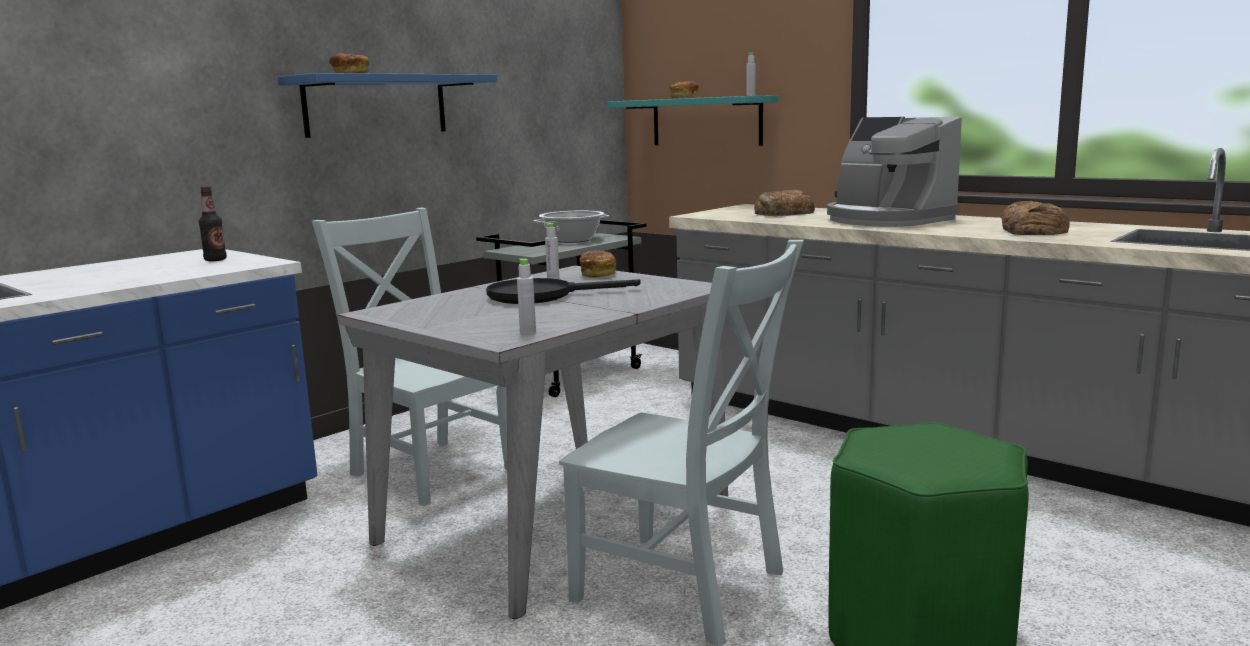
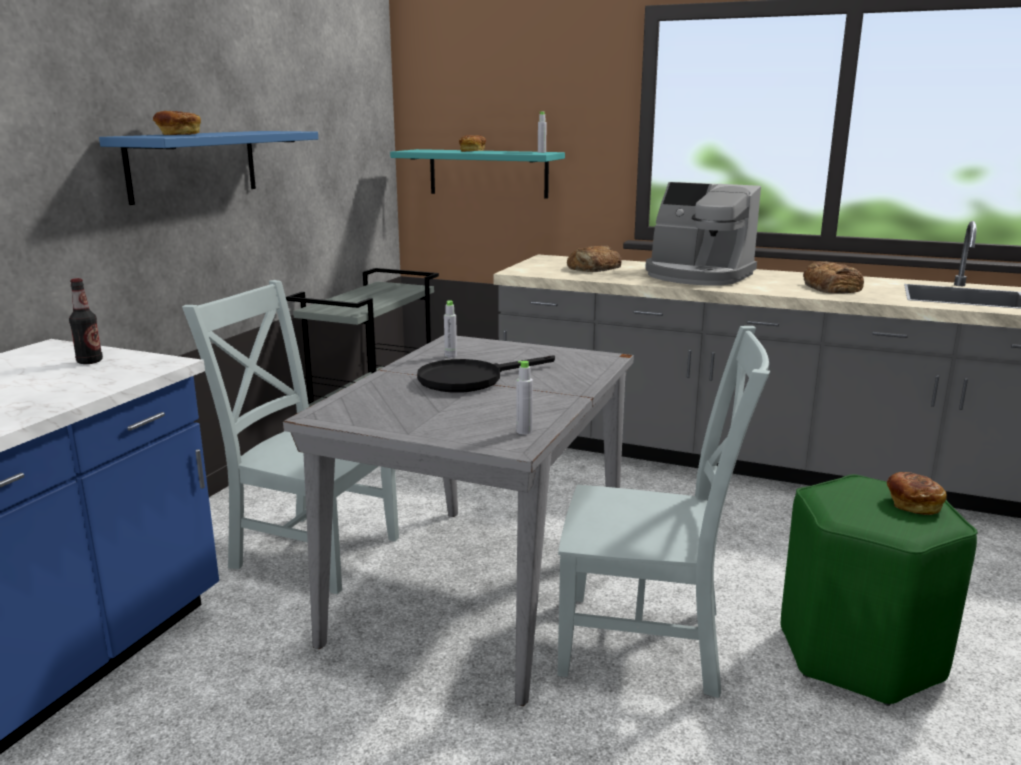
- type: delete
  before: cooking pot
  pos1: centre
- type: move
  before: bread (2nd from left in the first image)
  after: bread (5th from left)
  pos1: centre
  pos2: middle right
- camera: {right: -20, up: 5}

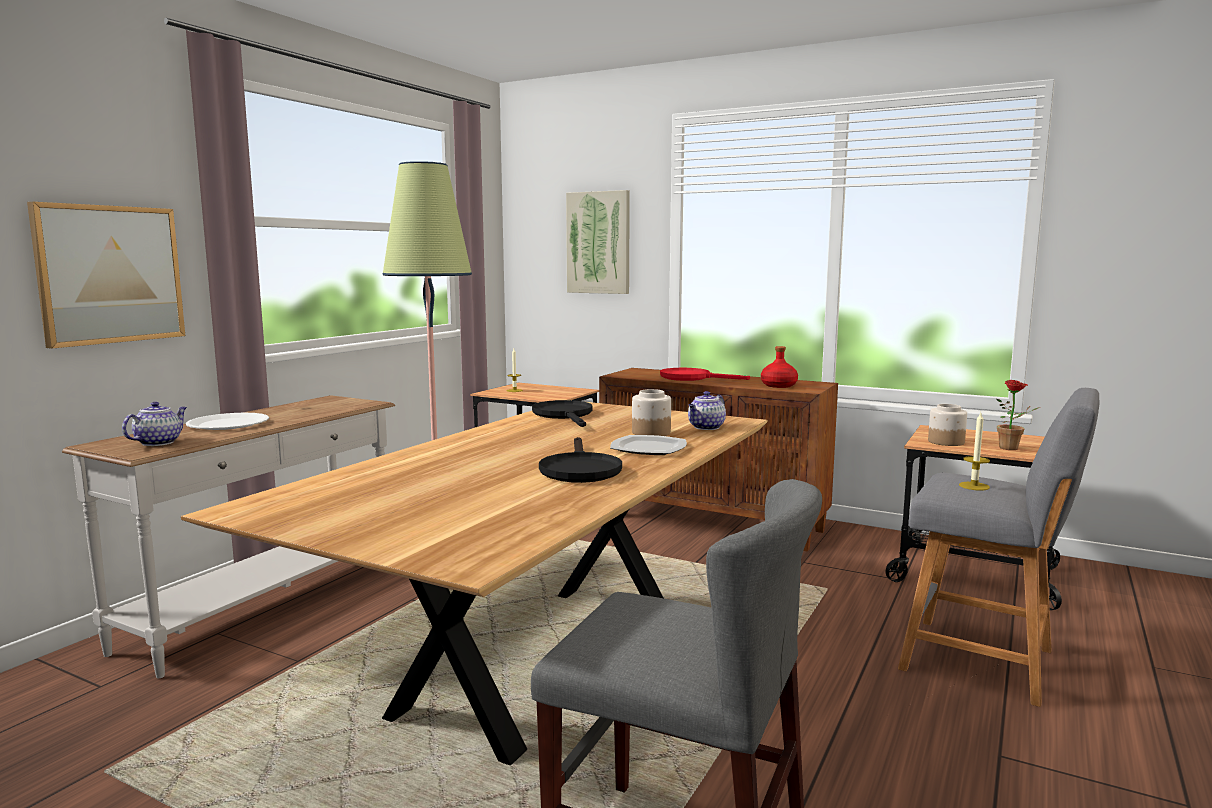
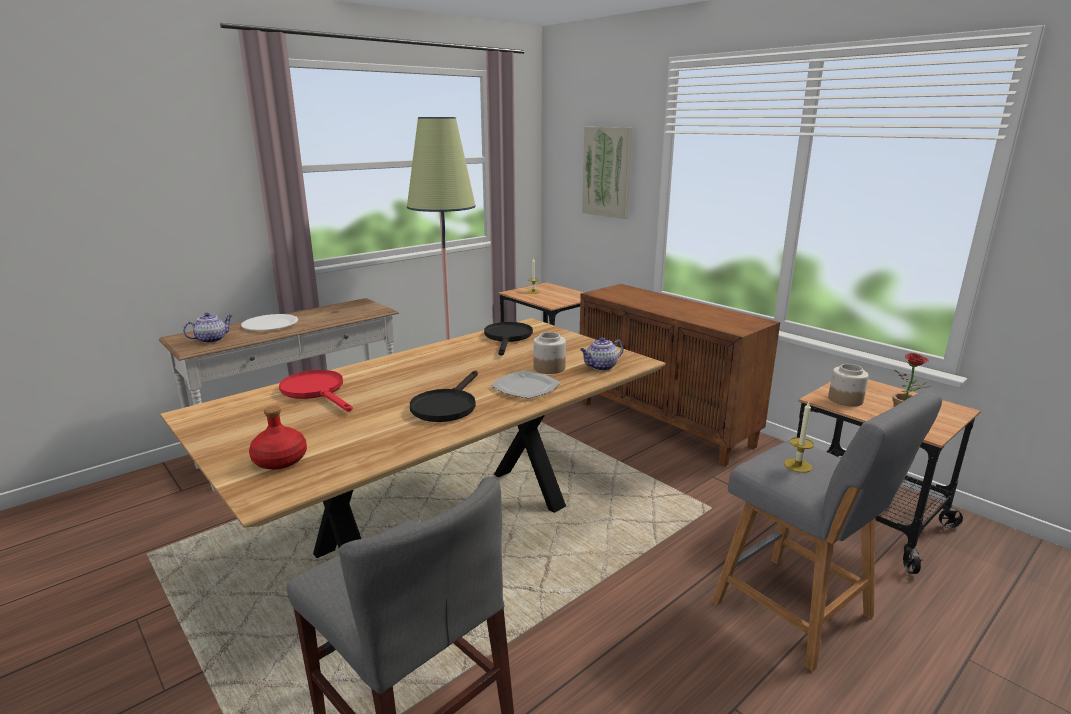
- type: delete
  before: picture (1st from left)
  pos1: middle left
- type: move
  before: red frying pan
  pos1: centre
  pos2: middle left
- type: move
  before: red bottle
  pos1: centre
  pos2: middle left
- camera: {right: 20, up: 10}

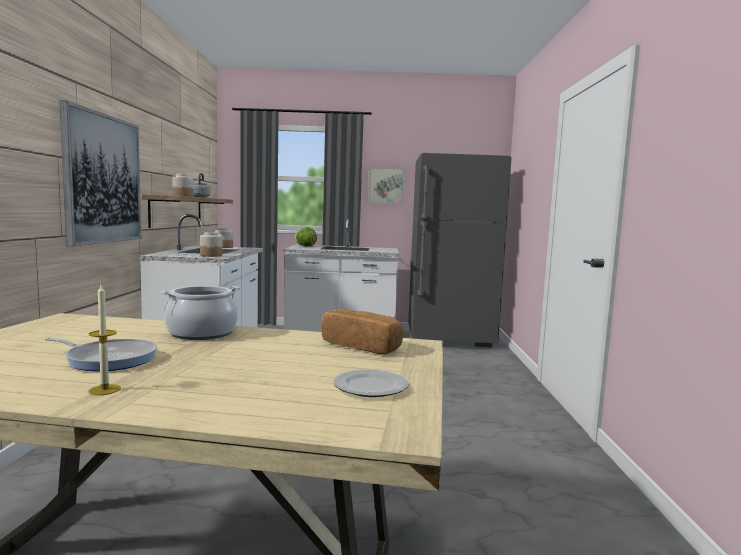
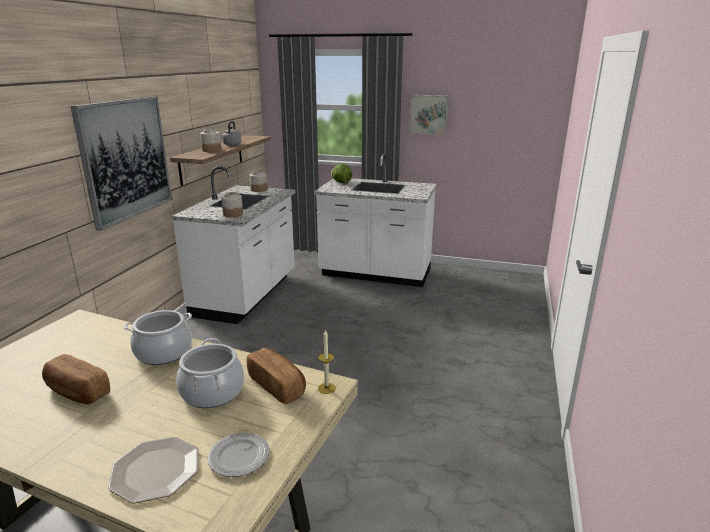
- type: replace
  before: frying pan
  after: bread (1st from left)
  pos1: middle left
  pos2: bottom left
- type: move
  before: candle
  pos1: middle left
  pos2: bottom centre
- type: delete
  before: grey fridge
  pos1: centre
- type: insert
  after: plate (1st from left)
  pos2: bottom left
- type: insert
  after: cooking pot (2nd from left)
  pos2: bottom left
- camera: {right: 15, up: 15}

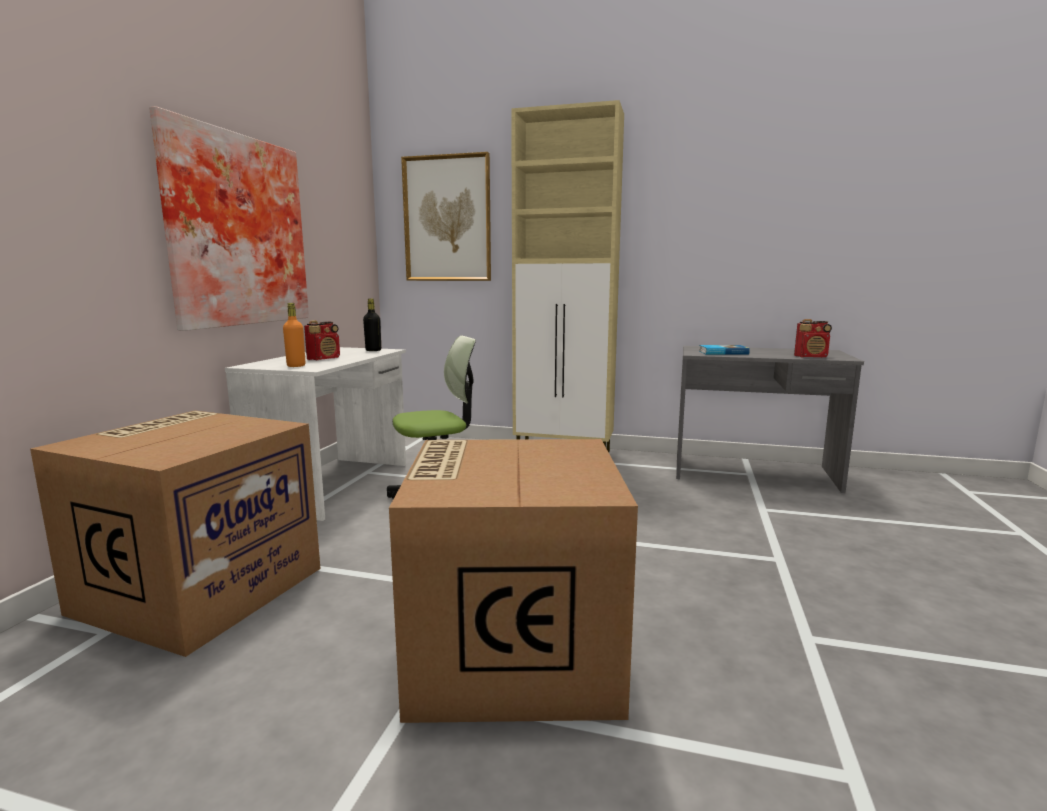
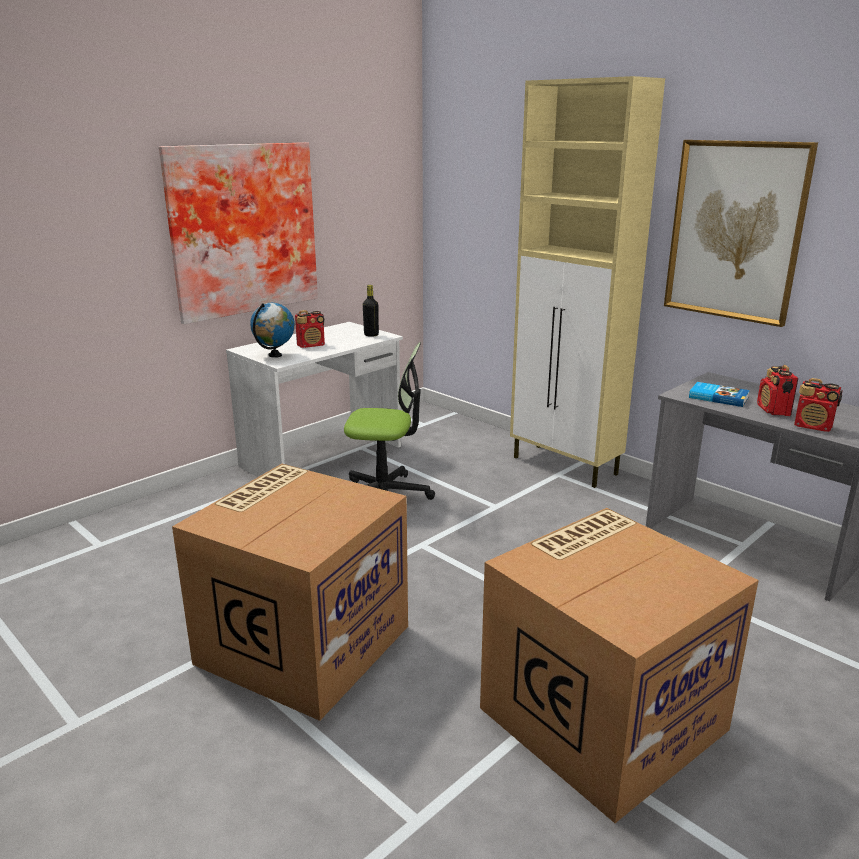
- type: move
  before: cardboard box (1st from left in the first image)
  after: cardboard box (2nd from left)
  pos1: middle left
  pos2: bottom right
- type: replace
  before: orange bottle
  after: globe
  pos1: middle left
  pos2: middle left
- type: move
  before: picture (2nd from left)
  pos1: top centre
  pos2: top right
- type: insert
  after: radio (2nd from left)
  pos2: middle right
- camera: {right: 30, up: 10}

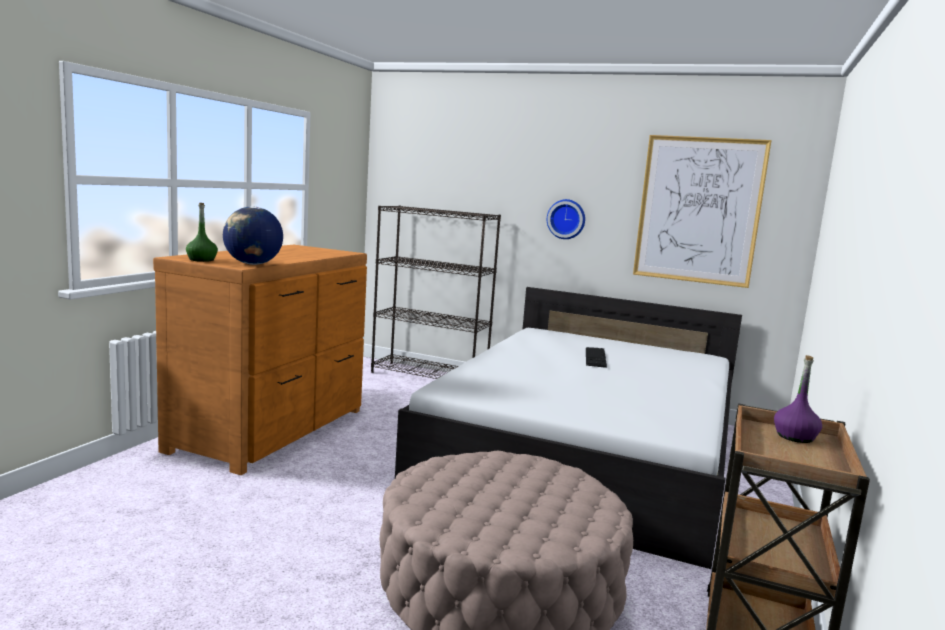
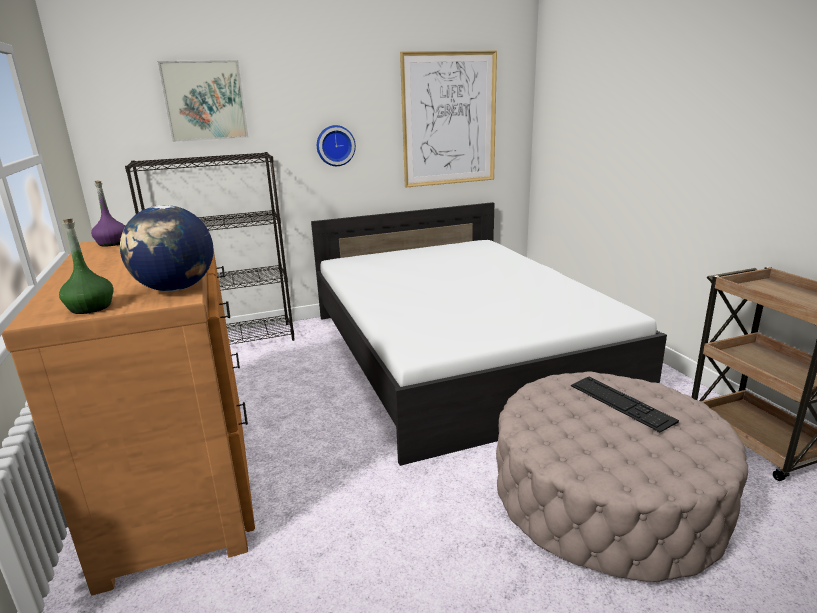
- type: move
  before: keyboard
  pos1: centre
  pos2: middle right
- type: move
  before: purple bottle
  pos1: middle right
  pos2: middle left
- type: insert
  after: picture (1st from left)
  pos2: top left
- camera: {right: -40, up: 10}

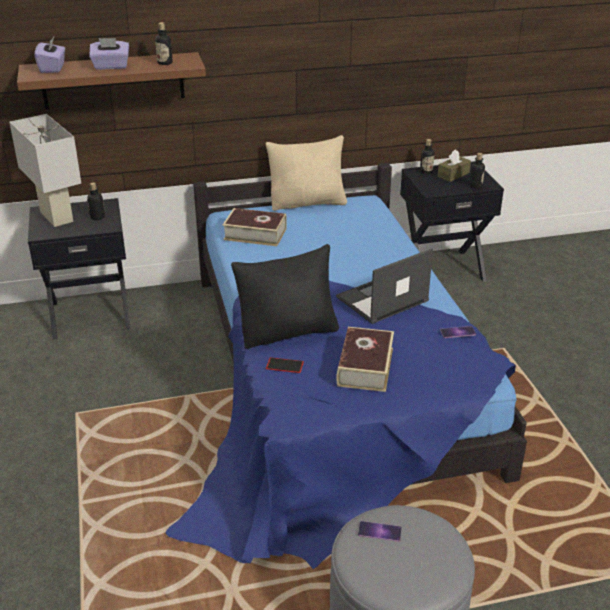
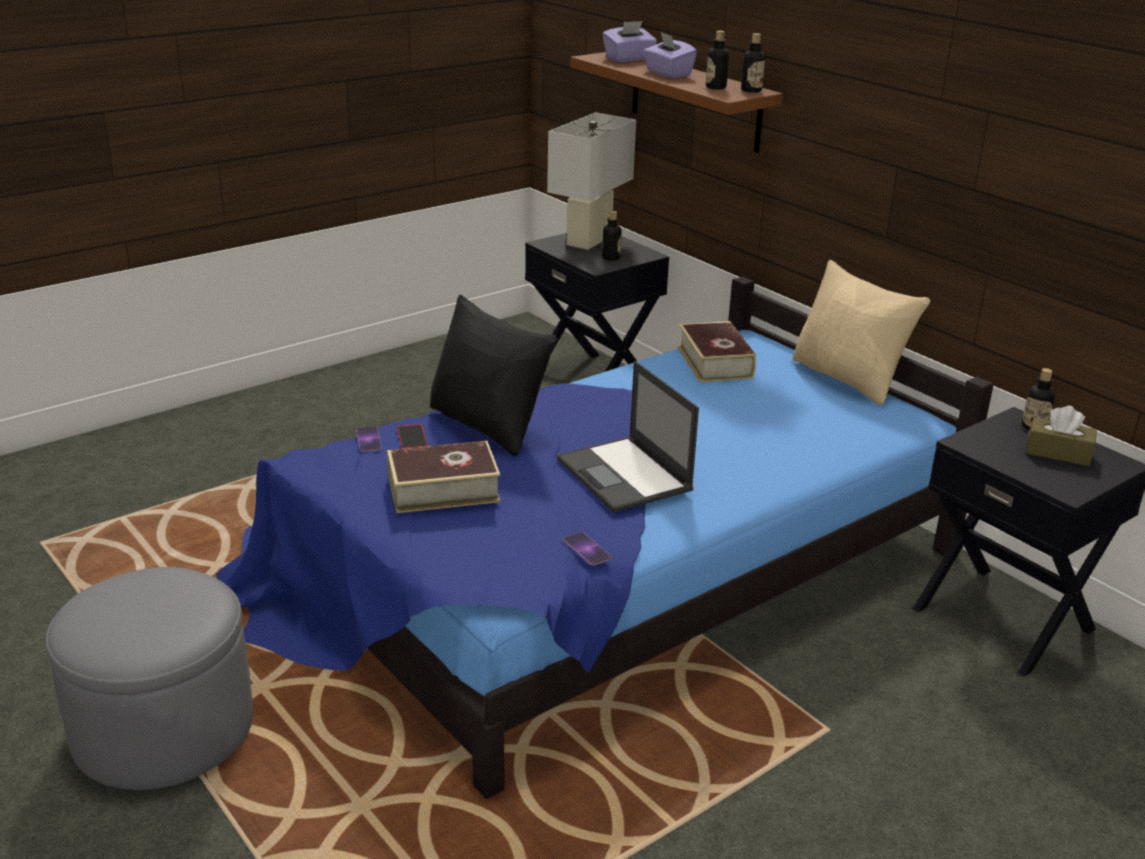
- type: rotate
  before: laptop
  pos1: centre
  pos2: centre
  turn: -150
- type: move
  before: phone (2nd from left in the first image)
  after: phone (1st from left)
  pos1: bottom centre
  pos2: middle left
- type: move
  before: bottle (4th from left in the first image)
  after: bottle (3rd from left)
  pos1: top right
  pos2: top centre
- camera: {right: 65, up: -5}

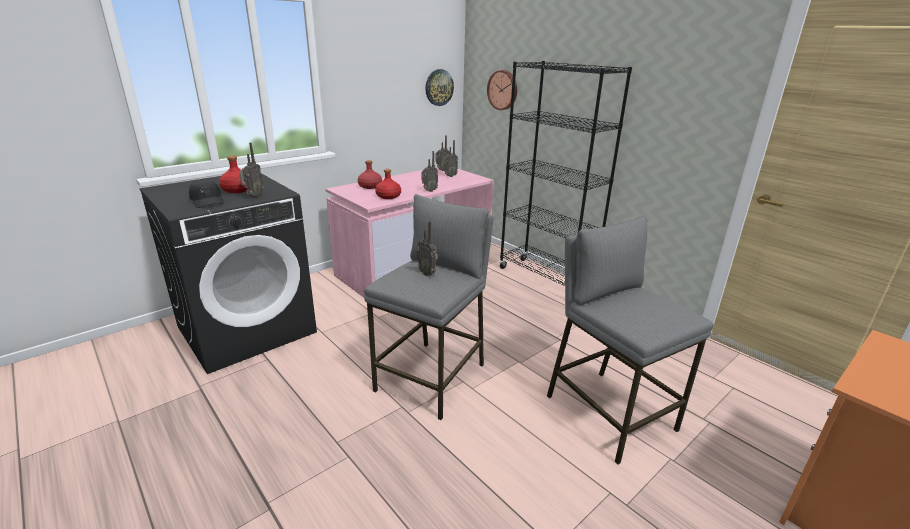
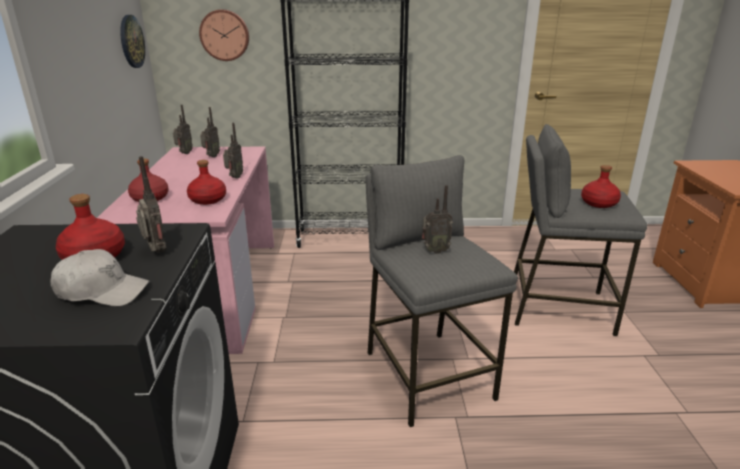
- type: recolor
  before: black cap
  after: white cap
  pos1: middle left
  pos2: middle left
- type: insert
  after: red bottle (4th from left)
  pos2: middle right
- camera: {right: -50, up: 0}

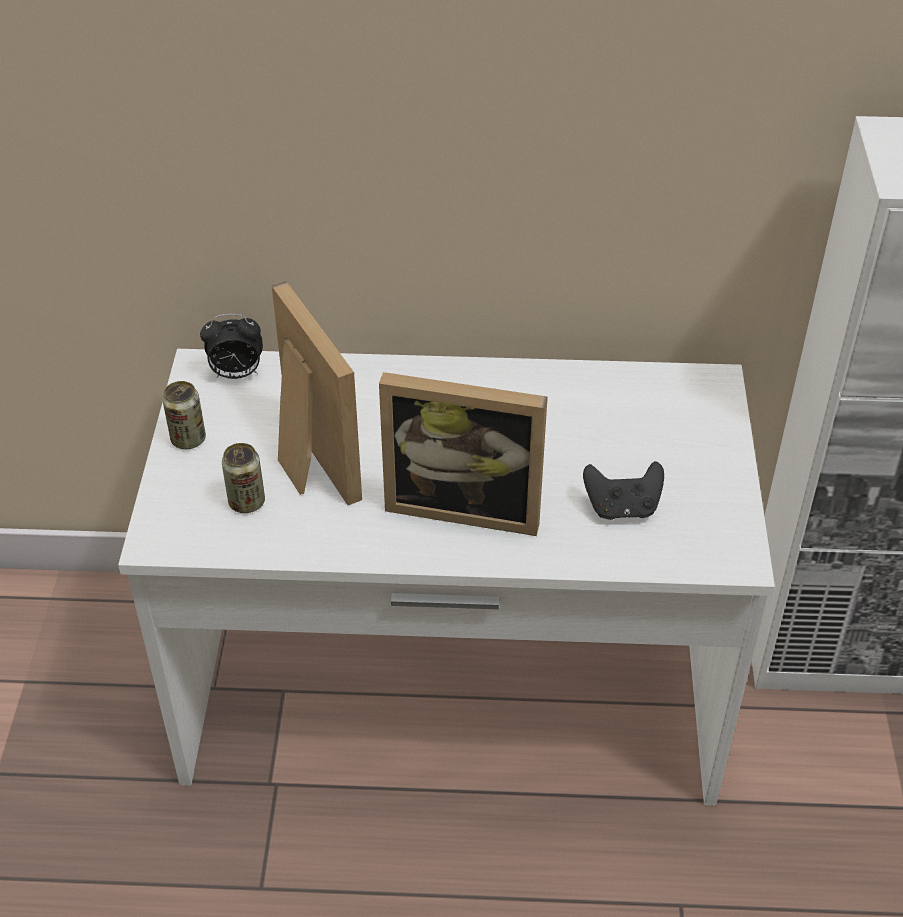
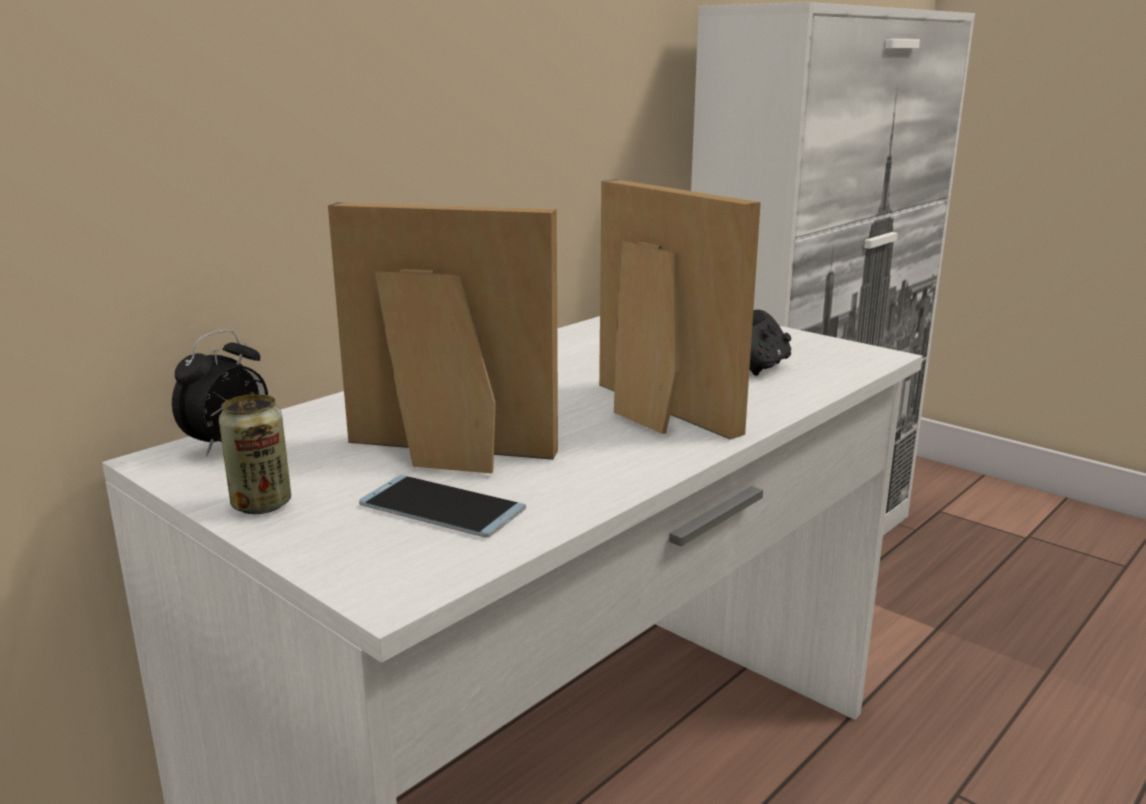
- type: replace
  before: can (2nd from left)
  after: phone
  pos1: middle left
  pos2: centre
- type: rotate
  before: picture frame (2nd from left)
  pos1: centre
  pos2: centre
  turn: -90
- camera: {right: -50, up: -25}

